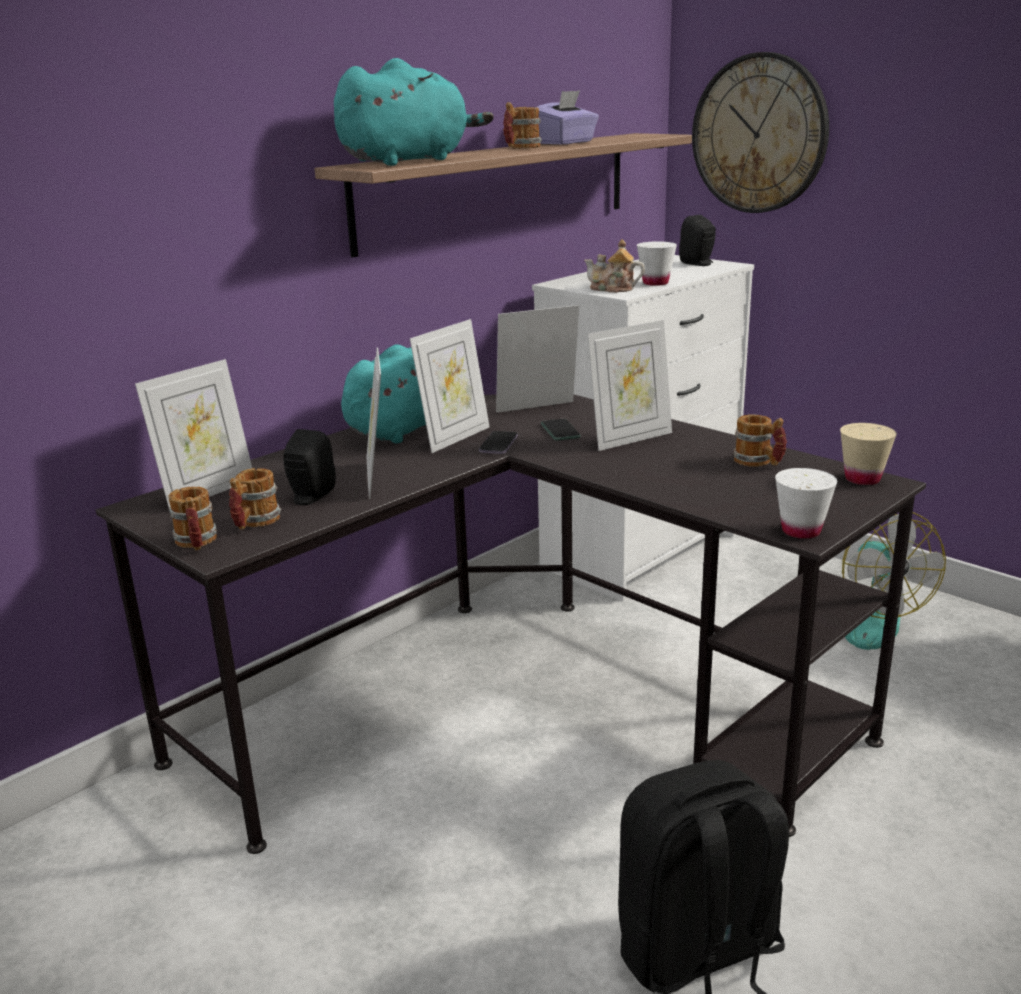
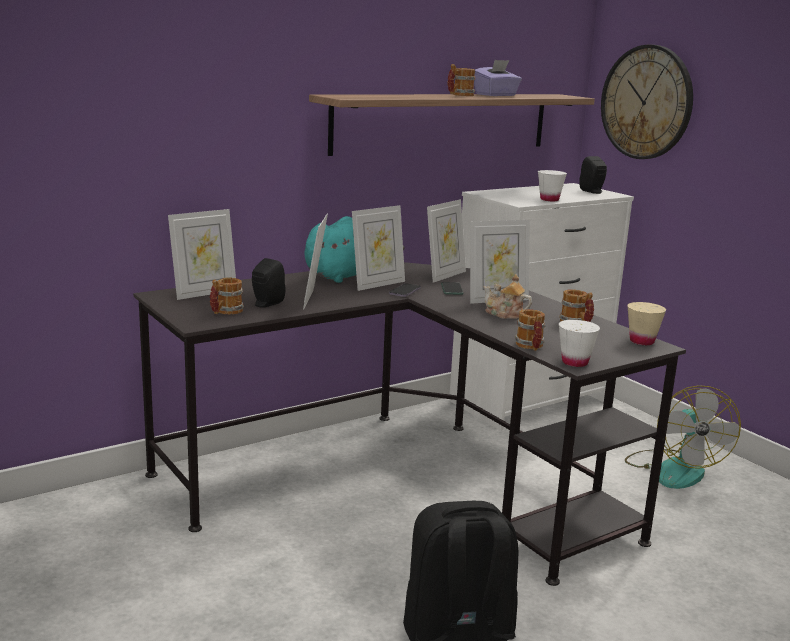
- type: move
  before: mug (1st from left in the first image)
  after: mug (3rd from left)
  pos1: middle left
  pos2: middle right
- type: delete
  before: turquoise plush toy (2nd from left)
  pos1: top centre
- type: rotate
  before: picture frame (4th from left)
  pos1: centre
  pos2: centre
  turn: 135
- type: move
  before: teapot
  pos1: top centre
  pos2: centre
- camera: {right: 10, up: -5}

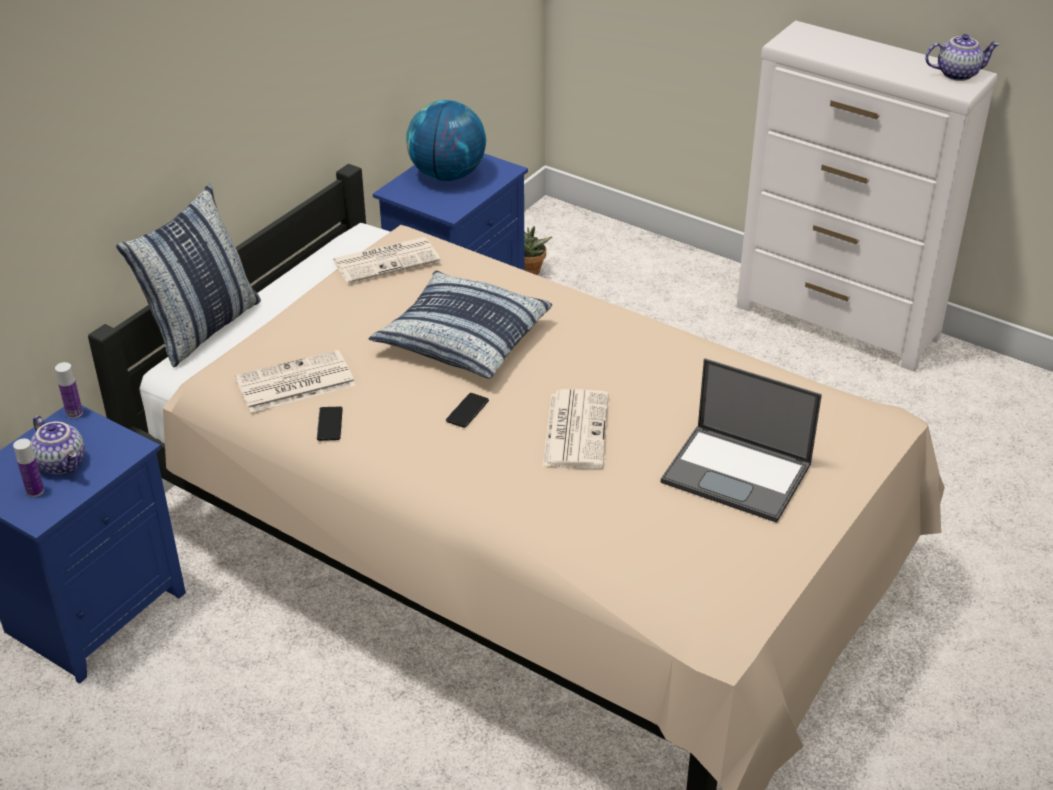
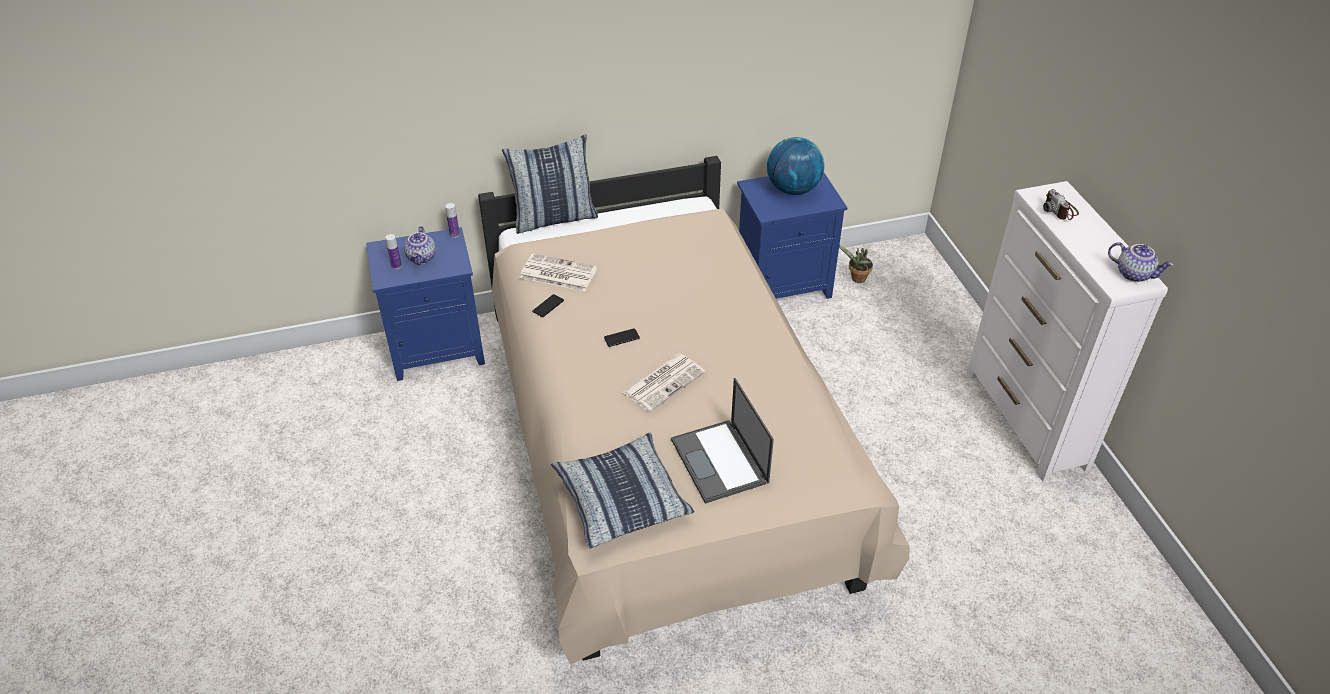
- type: delete
  before: newspaper (2nd from left)
  pos1: top centre
- type: move
  before: pillow (2nd from left)
  pos1: centre
  pos2: bottom centre
- type: insert
  after: photo camera
  pos2: top right
- camera: {right: 40, up: 5}

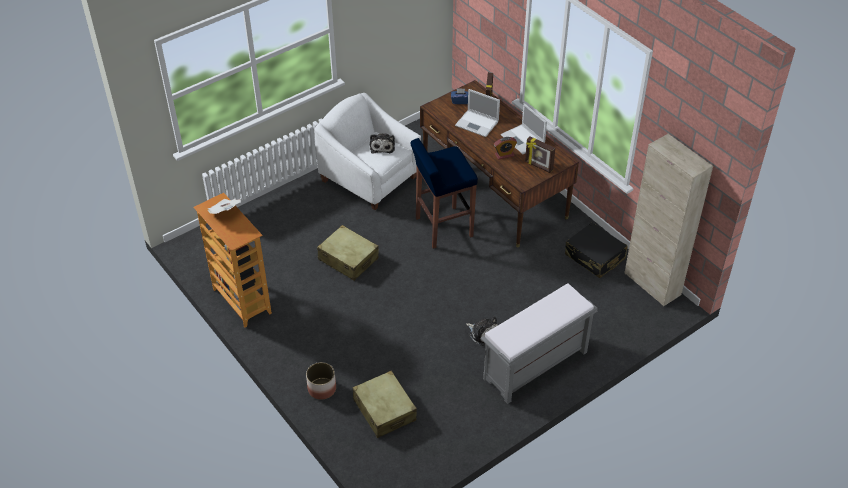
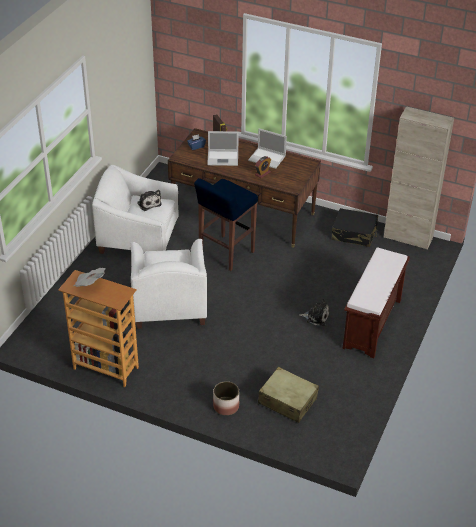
- type: replace
  before: beige suitcase (1st from left)
  after: white armchair (2nd from left)
  pos1: centre
  pos2: centre
- type: recolor
  before: grey bench
  after: brown bench
  pos1: bottom centre
  pos2: middle right
- type: delete
  before: picture frame (2nd from left)
  pos1: top centre
- camera: {right: -30, up: -5}

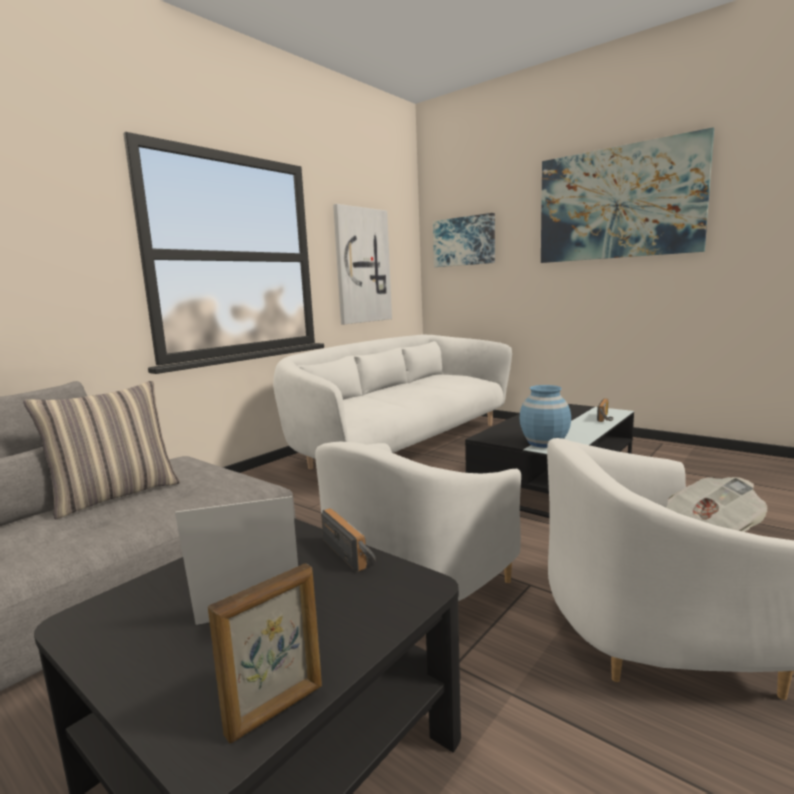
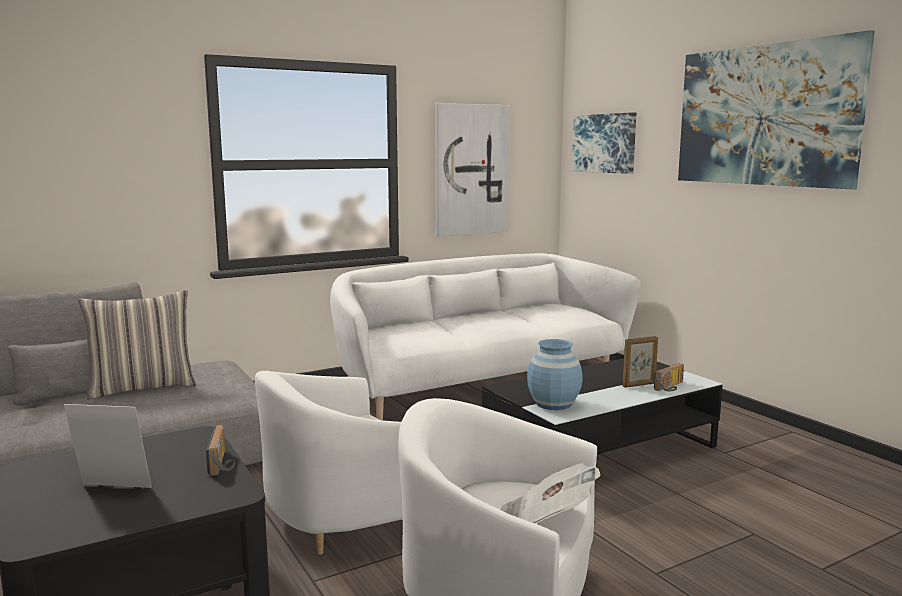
- type: move
  before: picture frame (2nd from left)
  pos1: bottom centre
  pos2: middle right
- camera: {right: 20, up: 0}

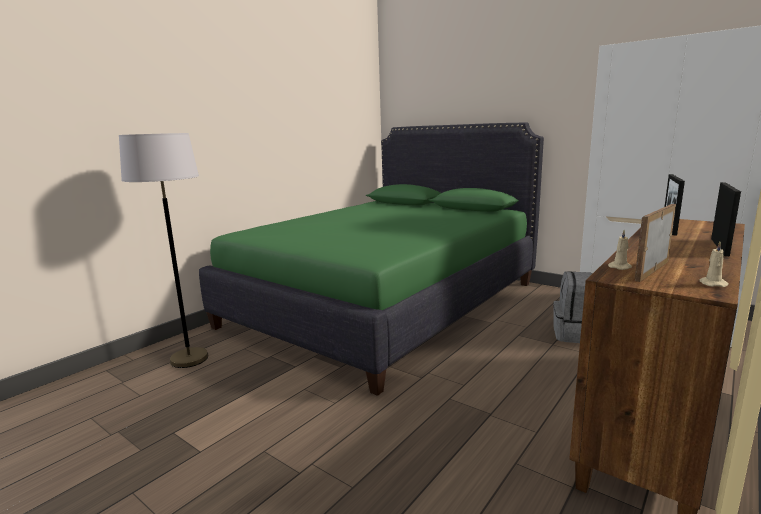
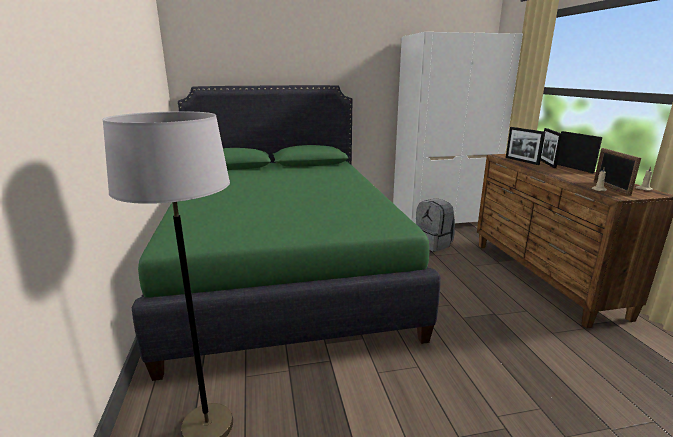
- type: insert
  after: picture frame (2nd from left)
  pos2: middle right
- camera: {right: -50, up: 5}

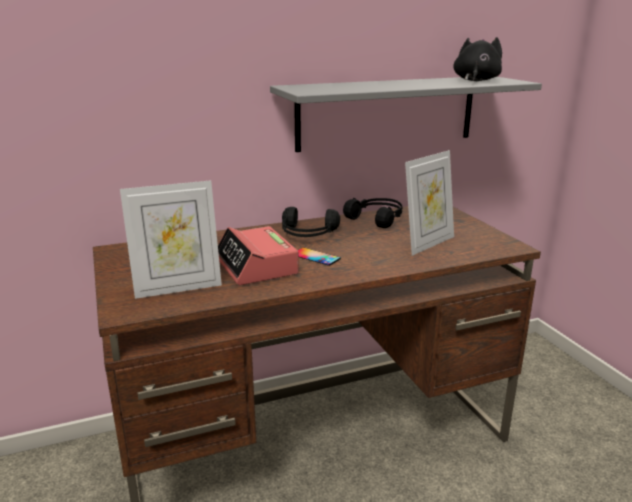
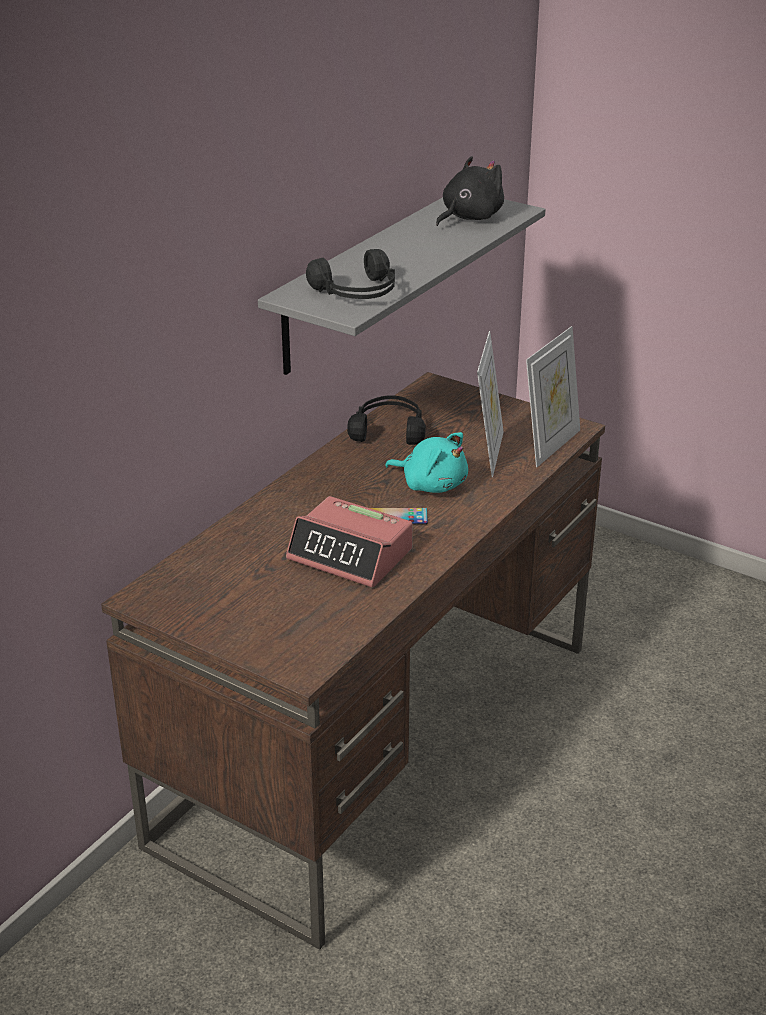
- type: move
  before: picture frame (1st from left in the first image)
  after: picture frame (2nd from left)
  pos1: middle left
  pos2: middle right
- type: move
  before: black headphones (1st from left)
  pos1: centre
  pos2: top centre
- type: rotate
  before: black plush toy
  pos1: top right
  pos2: top centre
  turn: 60
- type: insert
  after: turquoise plush toy
  pos2: centre
- camera: {right: -35, up: 10}

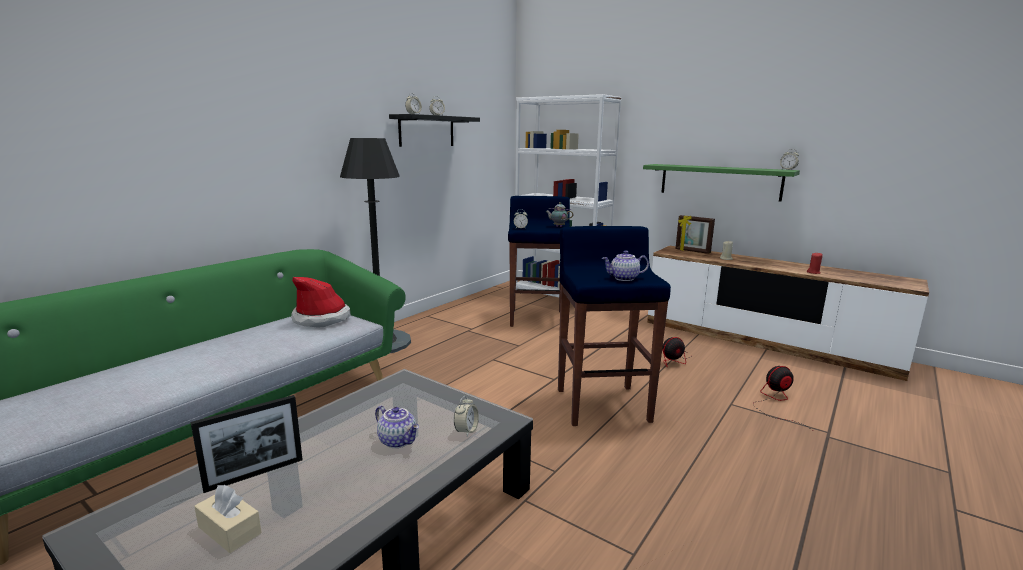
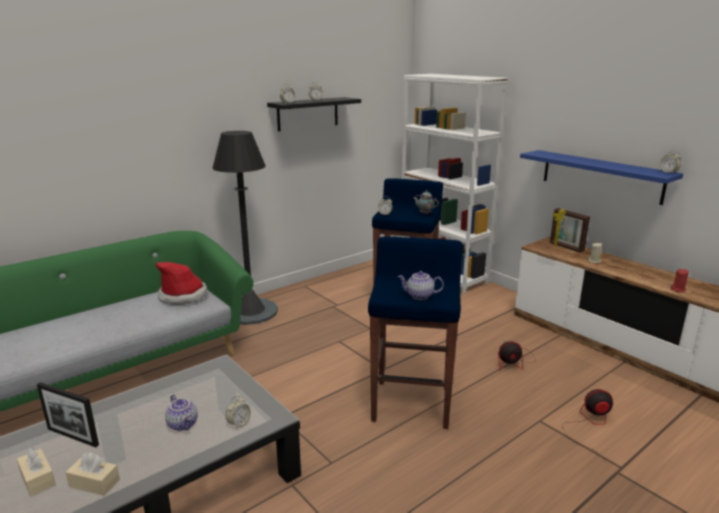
- type: rotate
  before: picture frame (1st from left)
  pos1: bottom left
  pos2: bottom left
  turn: 45
- type: recolor
  before: green shelf
  after: blue shelf
  pos1: top right
  pos2: middle right
- type: insert
  after: beige tissue box (2nd from left)
  pos2: bottom left
- camera: {right: 15, up: 5}

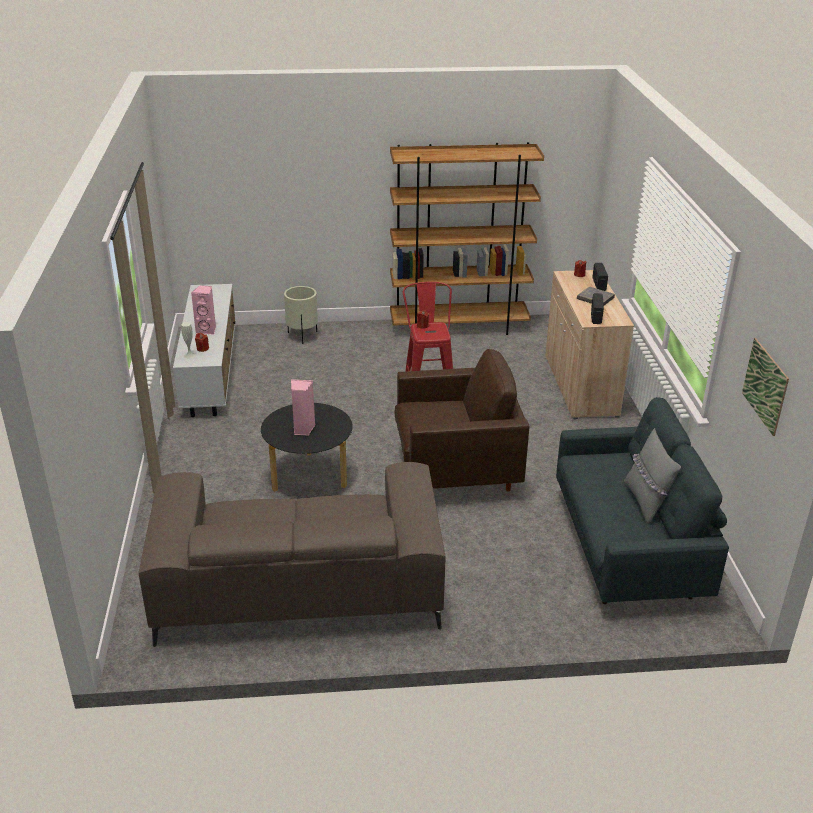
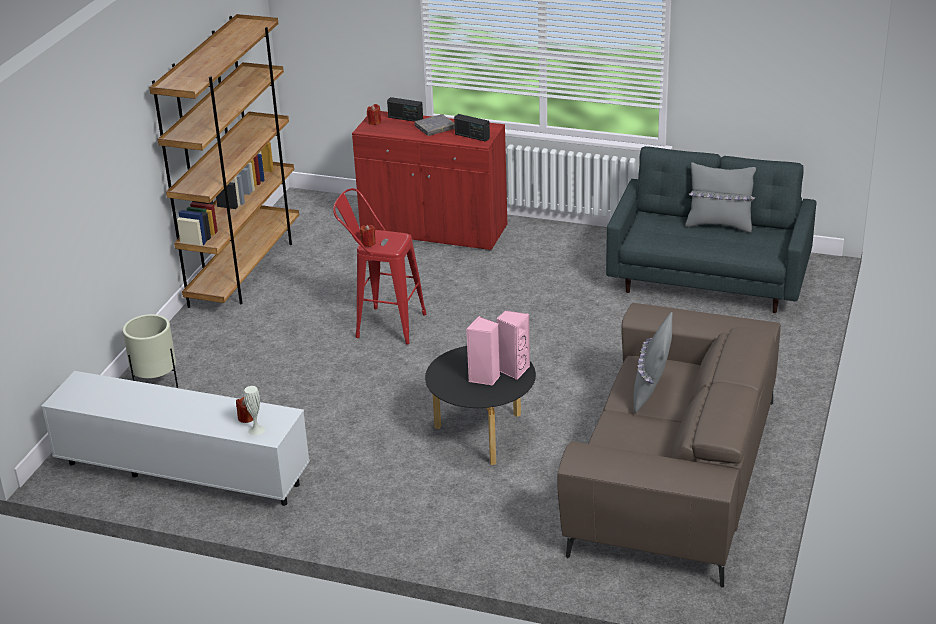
- type: move
  before: pink speaker (1st from left in the first image)
  after: pink speaker (2nd from left)
  pos1: middle left
  pos2: centre
- type: delete
  before: brown armchair
  pos1: centre
- type: recolor
  before: beige cabinet
  after: red cabinet
  pos1: middle right
  pos2: top centre
- type: delete
  before: picture
  pos1: middle right
- type: insert
  after: grey pillow (1st from left)
  pos2: middle right
- camera: {right: -65, up: 0}

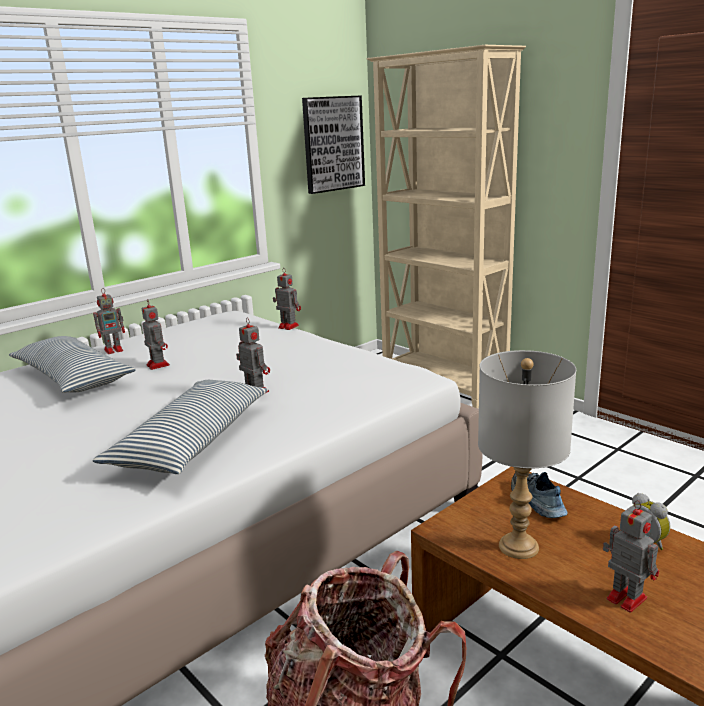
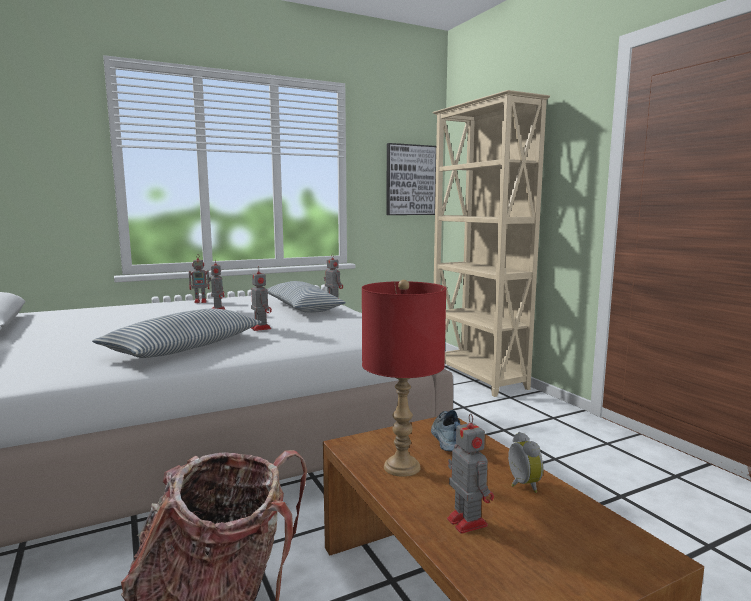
- type: move
  before: pillow (1st from left in the first image)
  after: pillow (2nd from left)
  pos1: middle left
  pos2: centre
- type: recolor
  before: grey table lamp
  after: red table lamp
  pos1: middle right
  pos2: centre
- camera: {right: 15, up: -10}

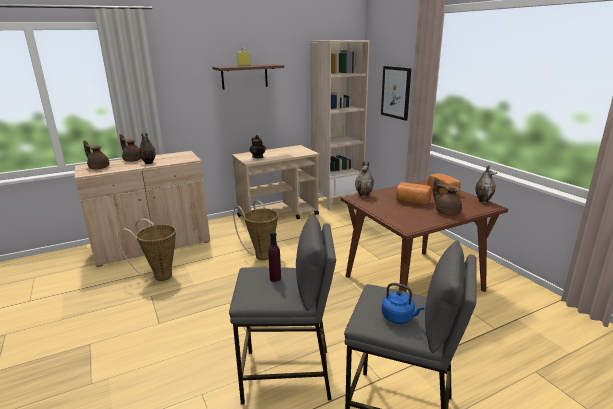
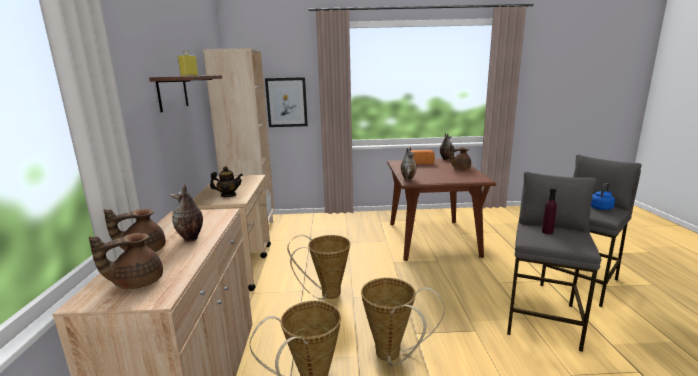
- type: delete
  before: bread (1st from left)
  pos1: middle right
- type: insert
  after: basket (3rd from left)
  pos2: bottom centre
- camera: {right: -65, up: -5}

